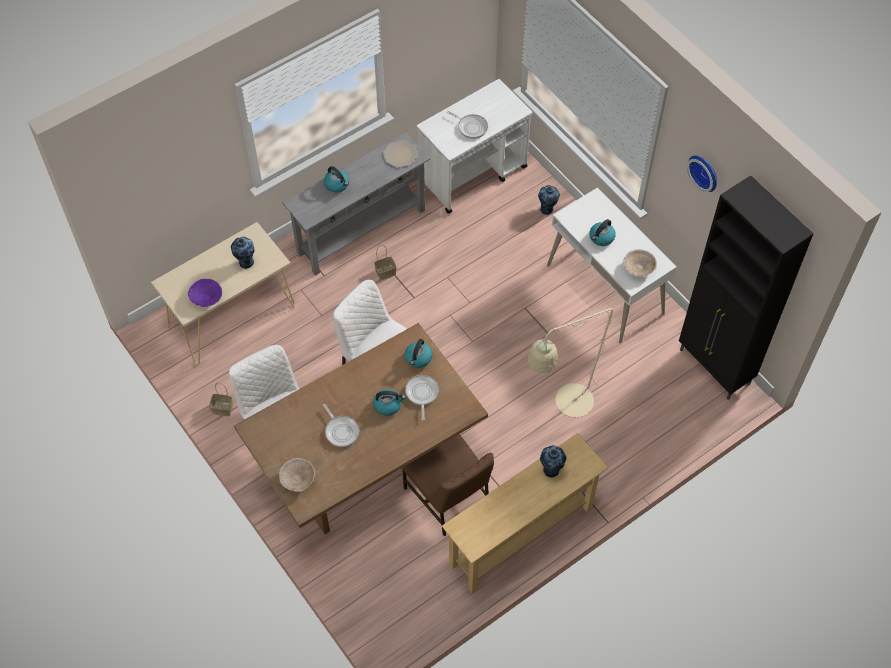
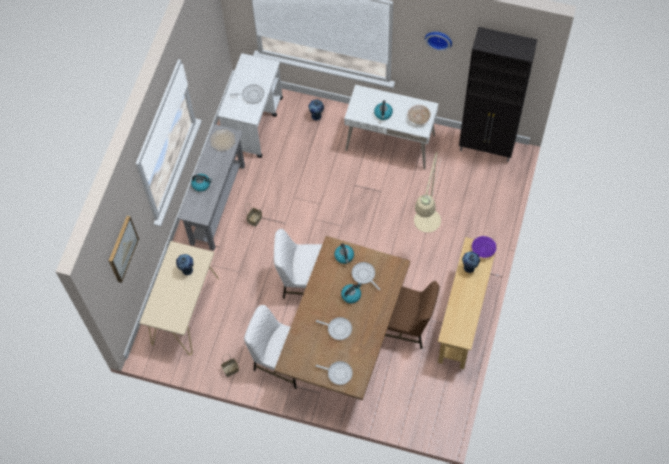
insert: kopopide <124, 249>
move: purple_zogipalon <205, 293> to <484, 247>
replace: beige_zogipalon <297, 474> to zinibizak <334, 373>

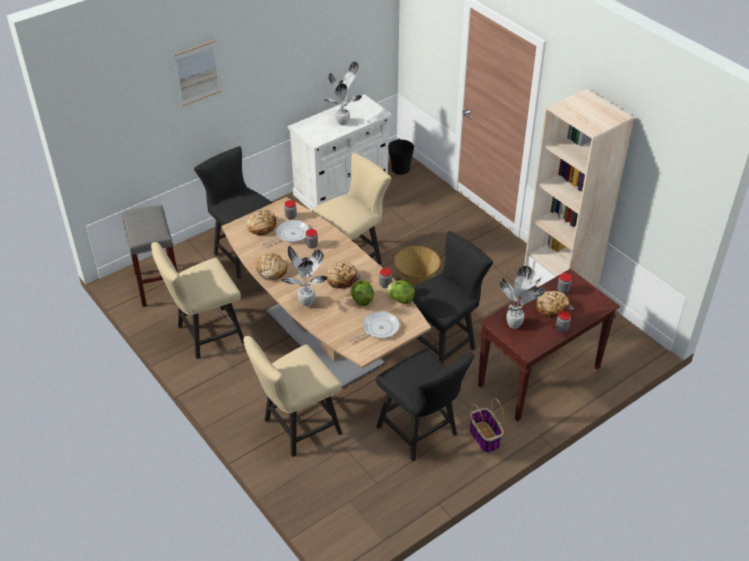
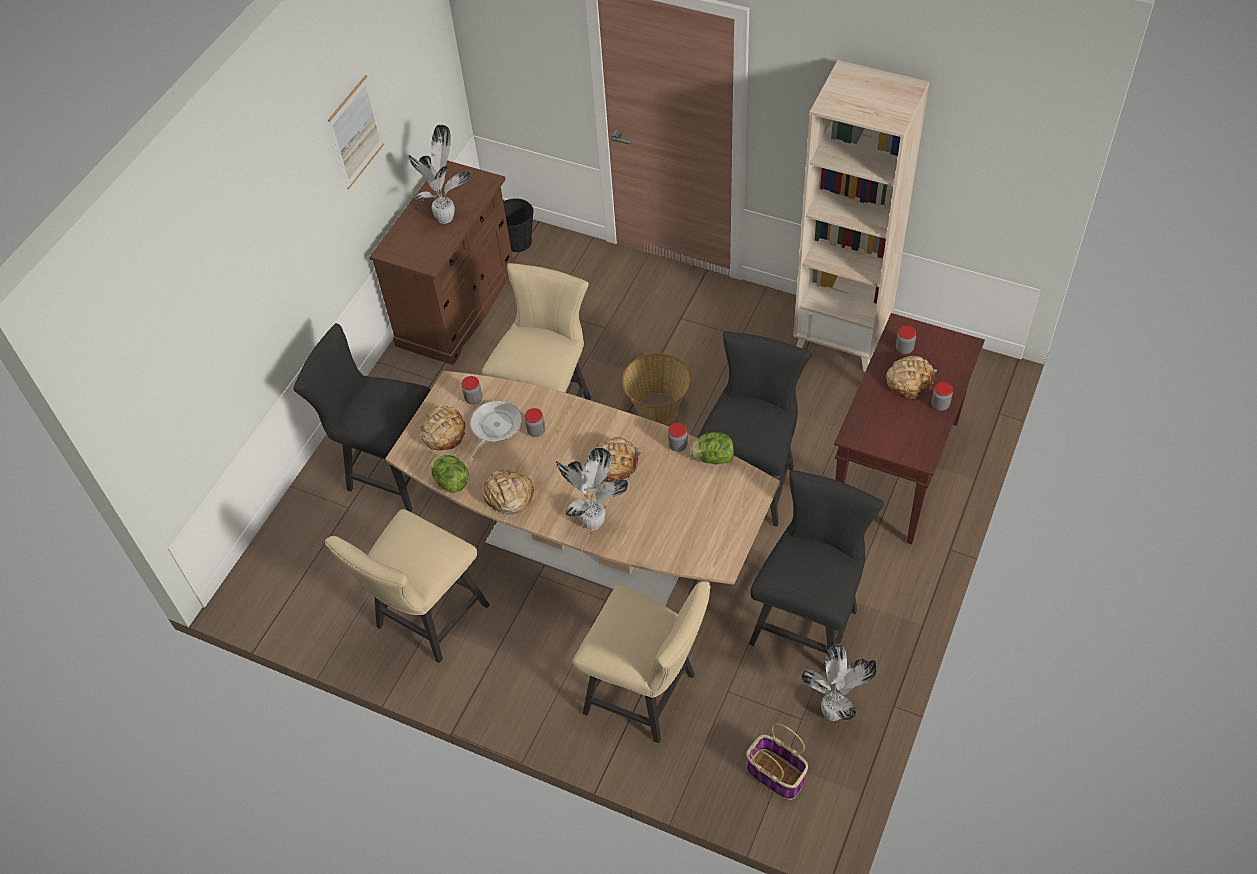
delete: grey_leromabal <150, 256>; zinibizak <374, 326>
move: kopopide <197, 73> to <356, 132>; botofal <362, 293> to <449, 474>; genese <486, 425> to <777, 761>; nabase <522, 297> to <839, 682>
recolor: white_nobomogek <340, 152> to brown_nobomogek <442, 262>
rotate: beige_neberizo <292, 396> = <641, 662> 90 degrees counterclockwise; black_neberizo <425, 405> = <817, 562> 90 degrees counterclockwise

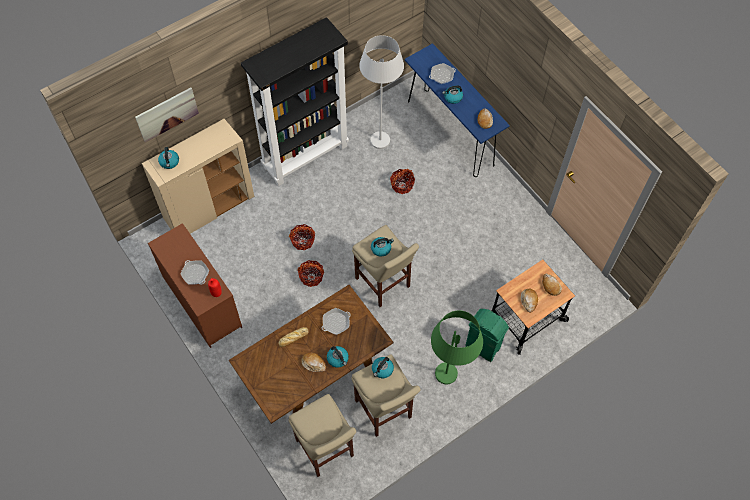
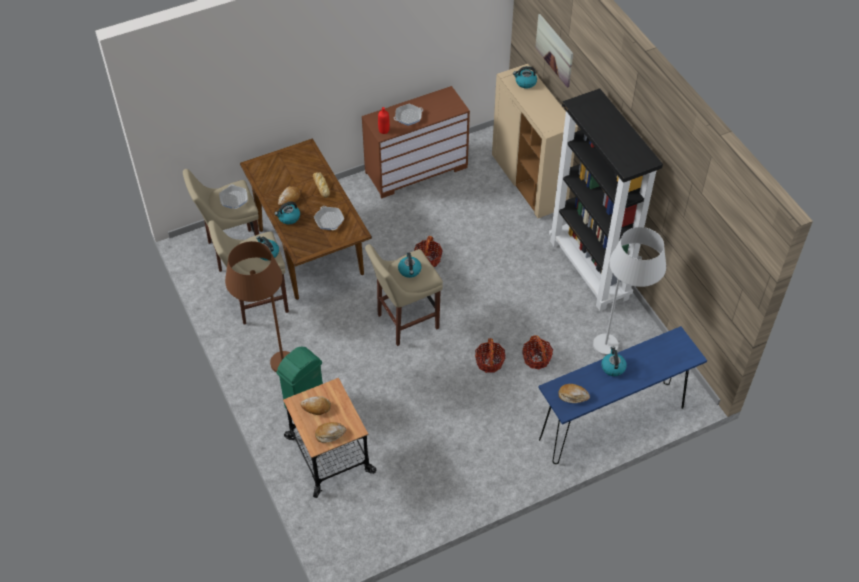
move: genese <302, 237> to <490, 355>; zinibizak <442, 73> to <233, 196>
recolor: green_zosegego <457, 347> to brown_zosegego <257, 306>

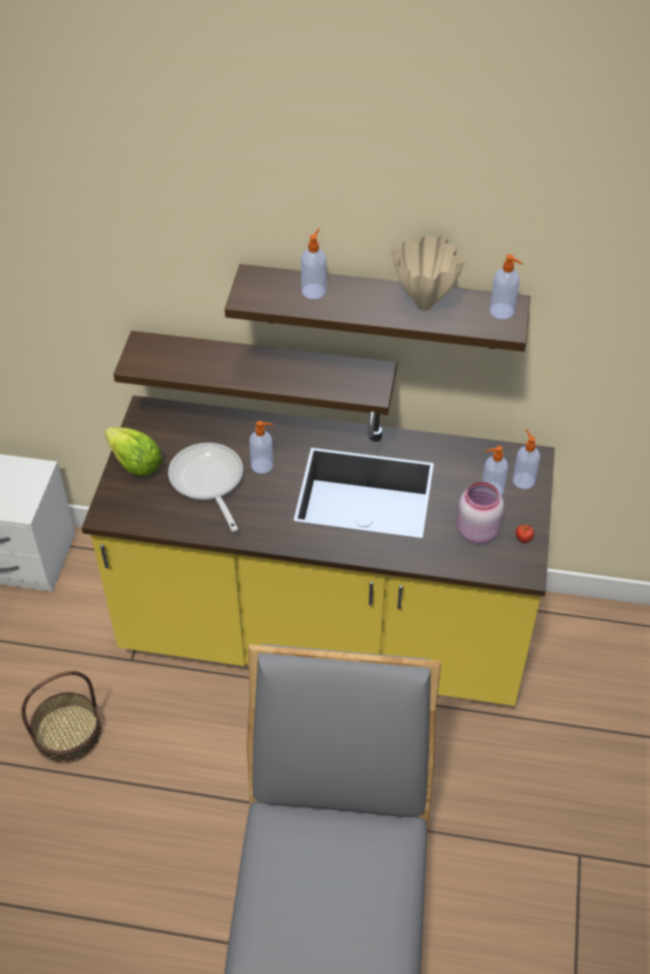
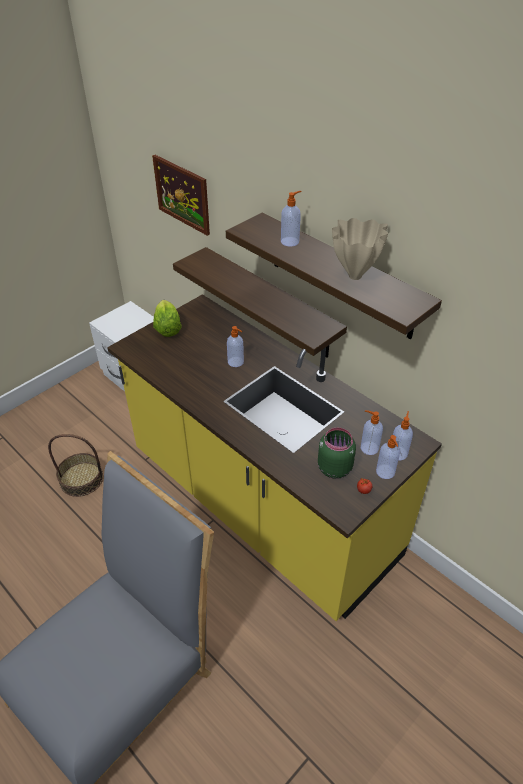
delete: zinibizak <205, 487>
insert: kopopide <181, 195>
move: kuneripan <506, 286> to <388, 457>
recolor: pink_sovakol <480, 513> to green_sovakol <337, 453>

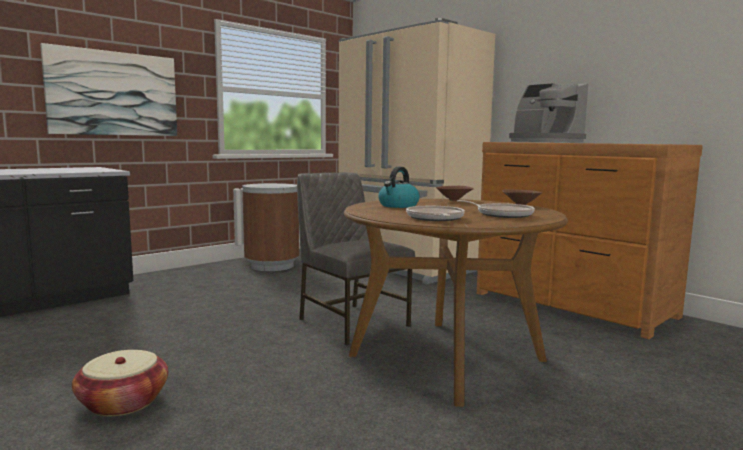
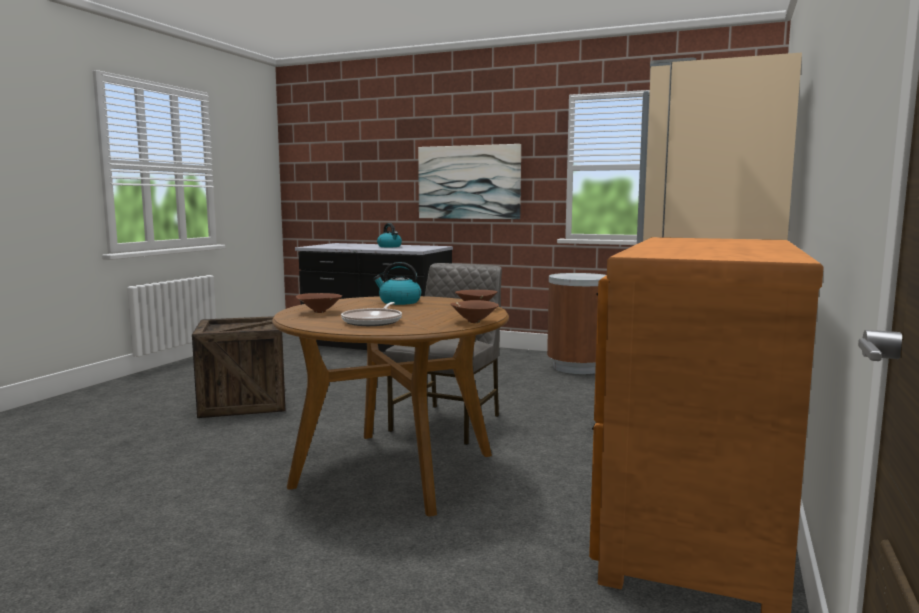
delete: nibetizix <548, 113>
insert: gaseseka <389, 235>
replace: genese <120, 383> to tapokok <238, 367>; zinibizak <435, 213> to brown_zogipalon <319, 303>

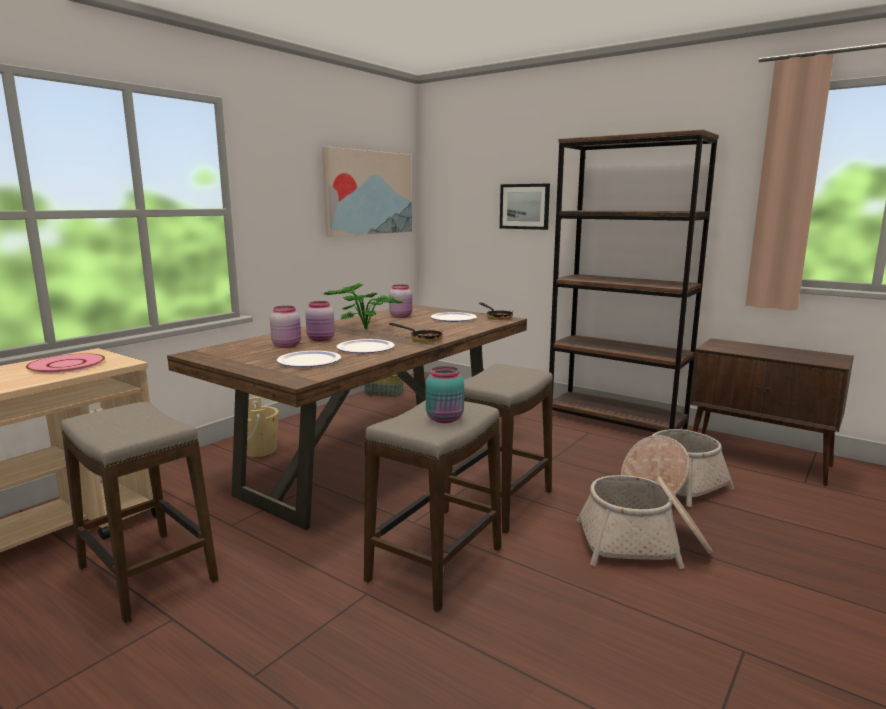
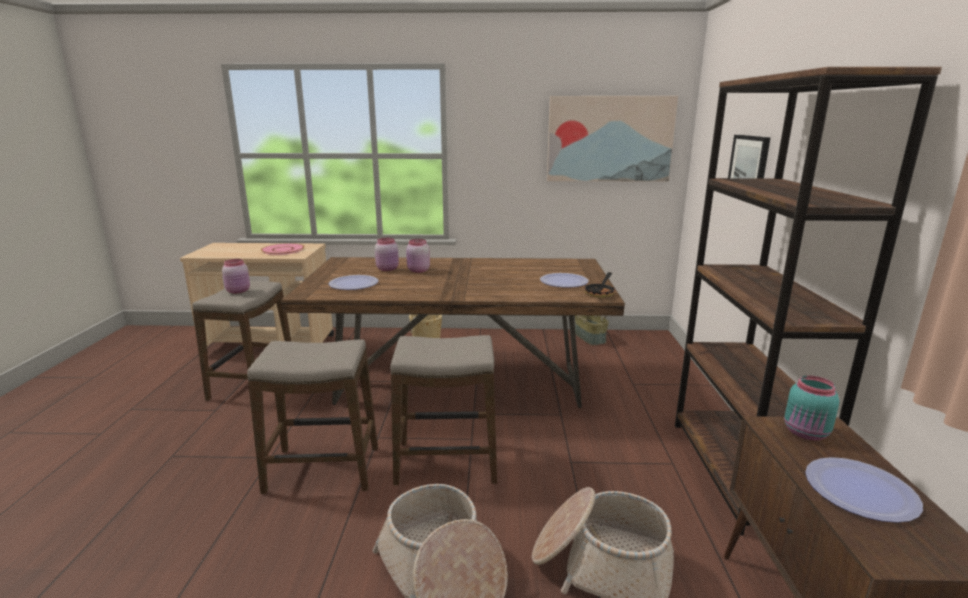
delete: nabase <363, 306>; zinibizak <416, 332>
move: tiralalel <365, 346> to <864, 490>; pink_sovakol <400, 301> to <236, 276>; turquoise_sovakol <445, 394> to <811, 408>

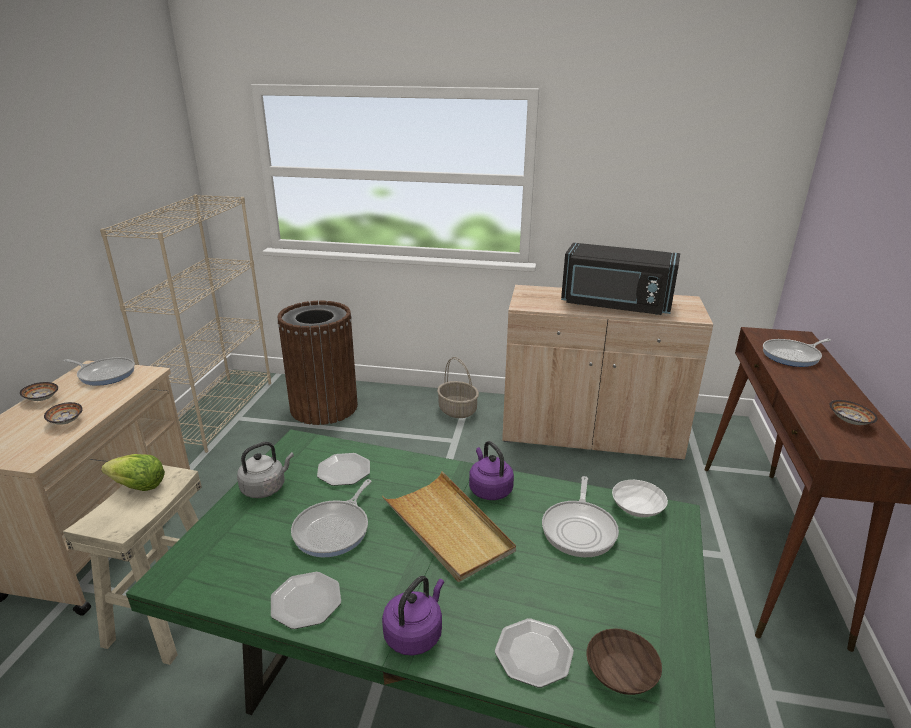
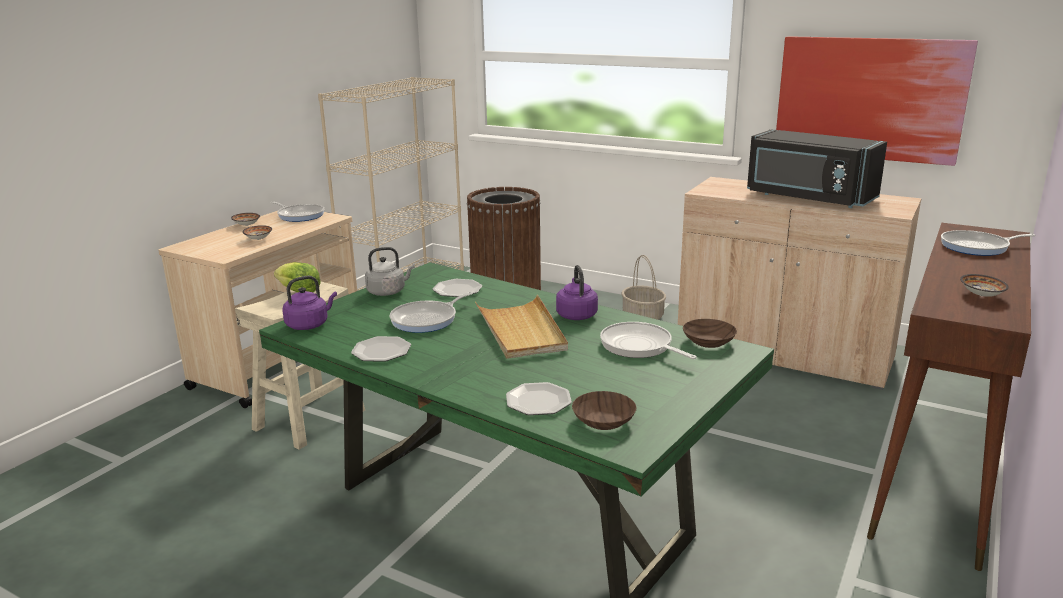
insert: kopopide <877, 101>
move: purple_gaseseka <413, 616> to <309, 303>
recolor: white_zogipalon <640, 498> to brown_zogipalon <710, 333>
rotate: zinibizak <580, 516> = <648, 340> 105 degrees clockwise

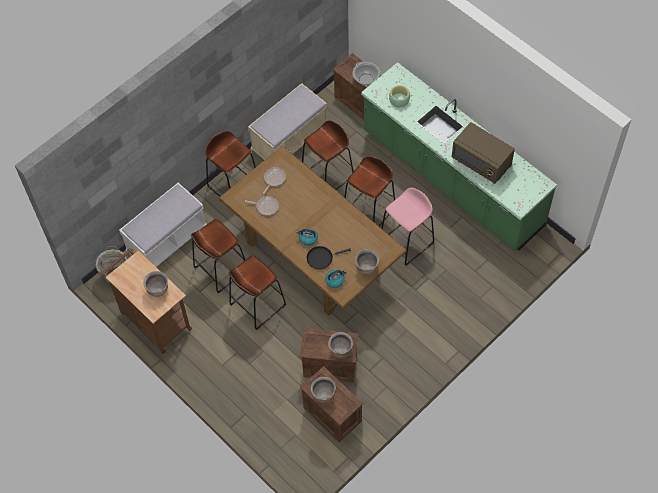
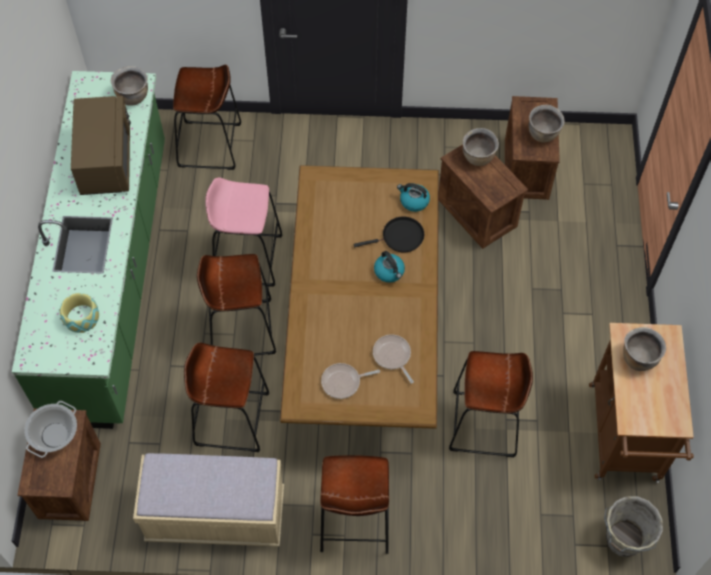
delete: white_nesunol <163, 225>
move: brown_leromabal <257, 292> to <207, 117>; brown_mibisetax <367, 262> to <129, 86>
rotate: black_zinibizak <329, 257> = <388, 235> 45 degrees counterclockwise

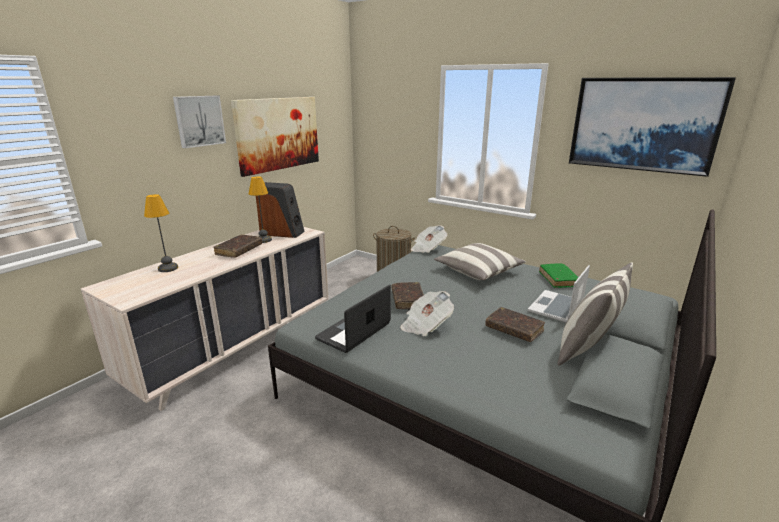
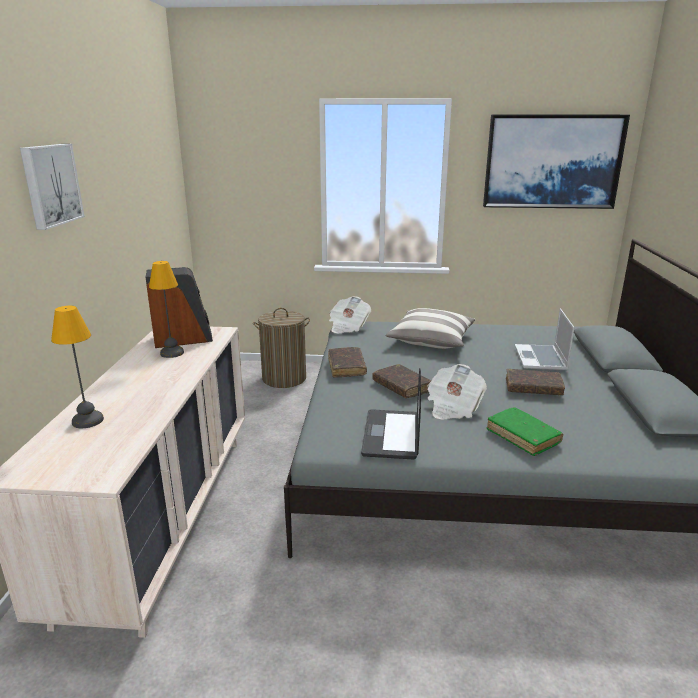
delete: kopopide <275, 137>; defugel <595, 314>
move: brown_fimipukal <237, 246> to <347, 362>; green_fimipukal <558, 275> to <524, 431>

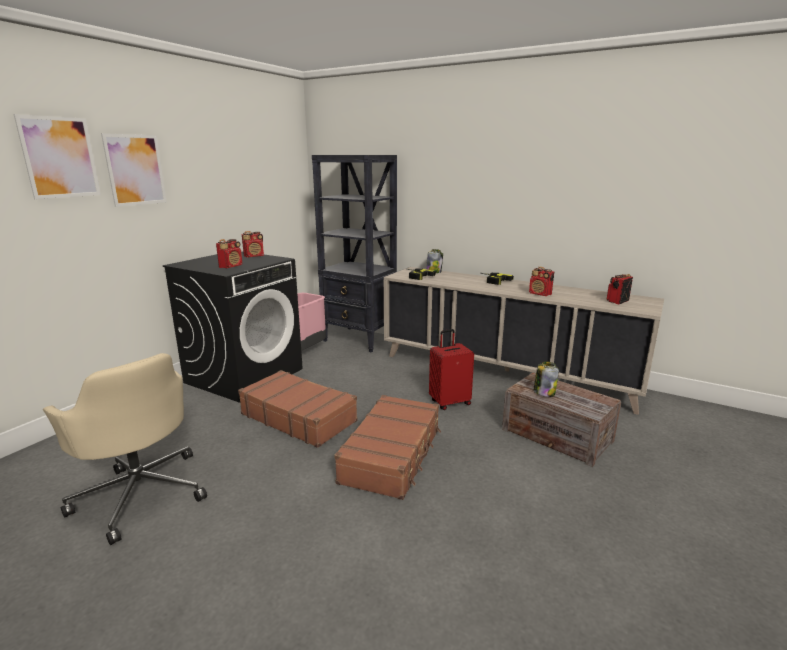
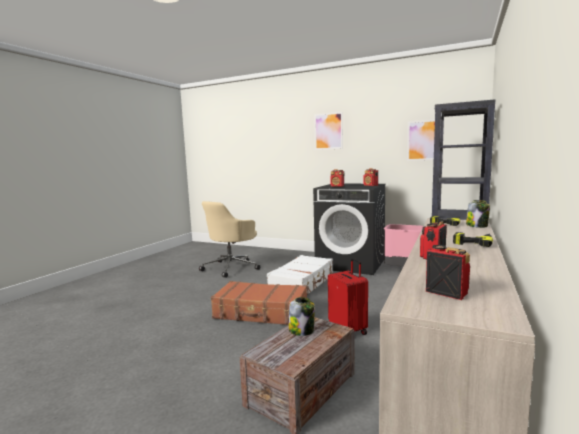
move: kopopide <57, 156> to <421, 140>
recolor: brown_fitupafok <297, 409> to white_fitupafok <300, 275>

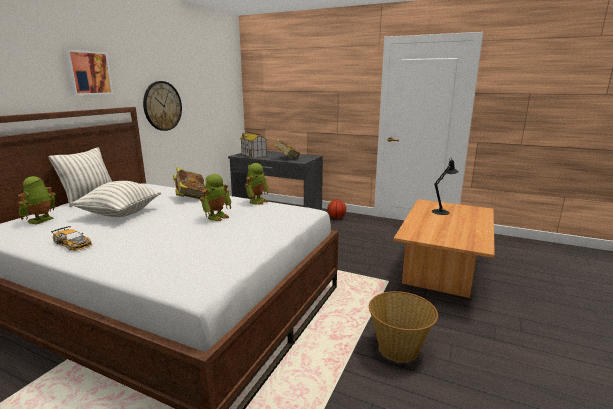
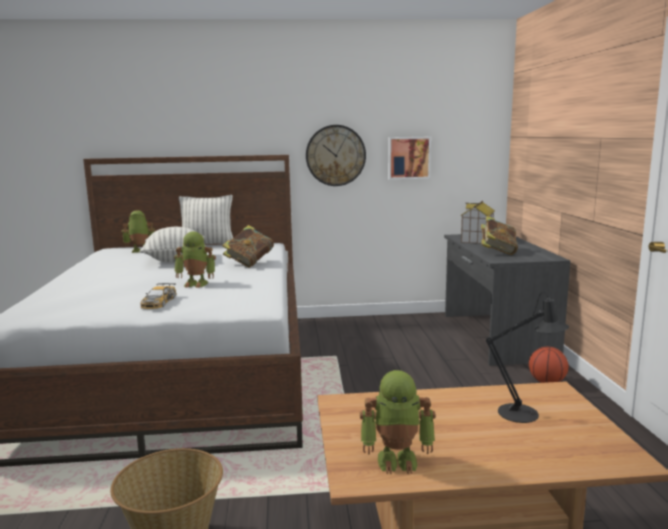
move: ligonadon <71, 238> to <159, 296>; kopopide <89, 72> to <409, 158>; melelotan <257, 184> to <397, 422>

